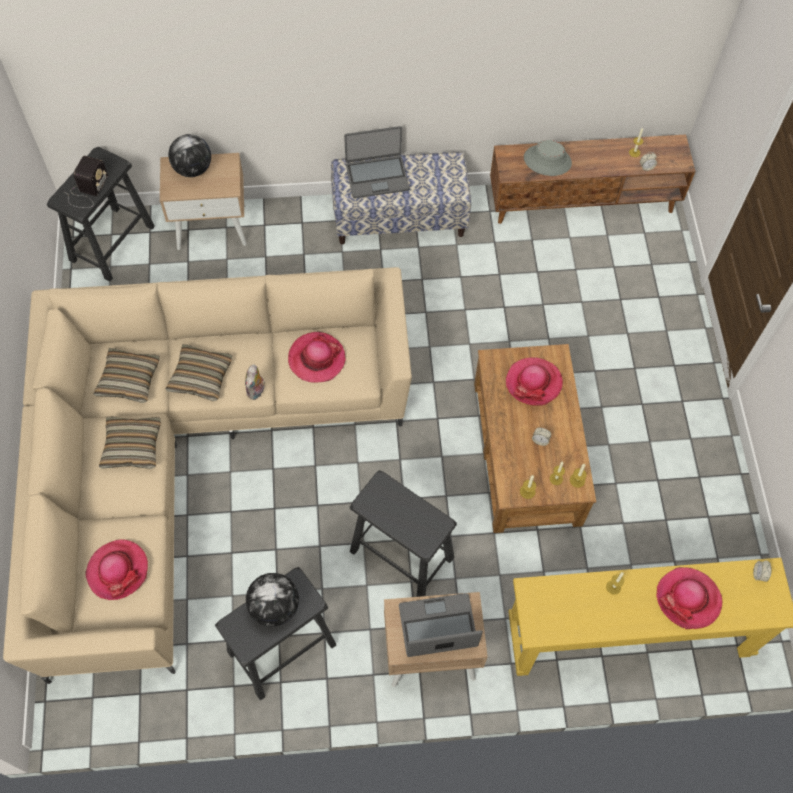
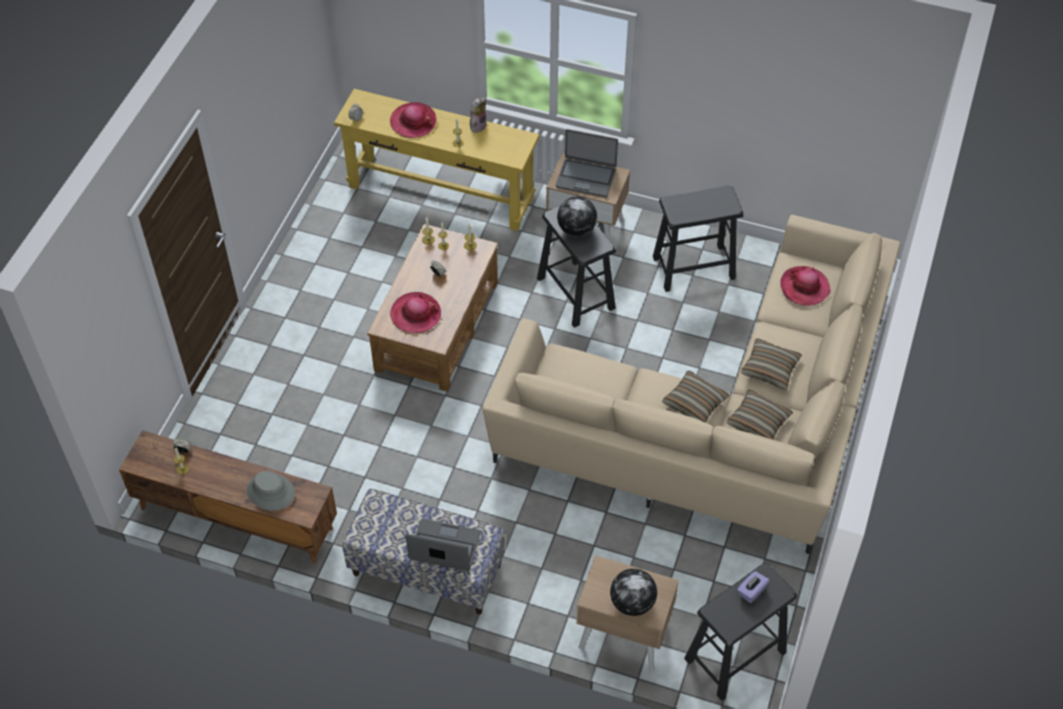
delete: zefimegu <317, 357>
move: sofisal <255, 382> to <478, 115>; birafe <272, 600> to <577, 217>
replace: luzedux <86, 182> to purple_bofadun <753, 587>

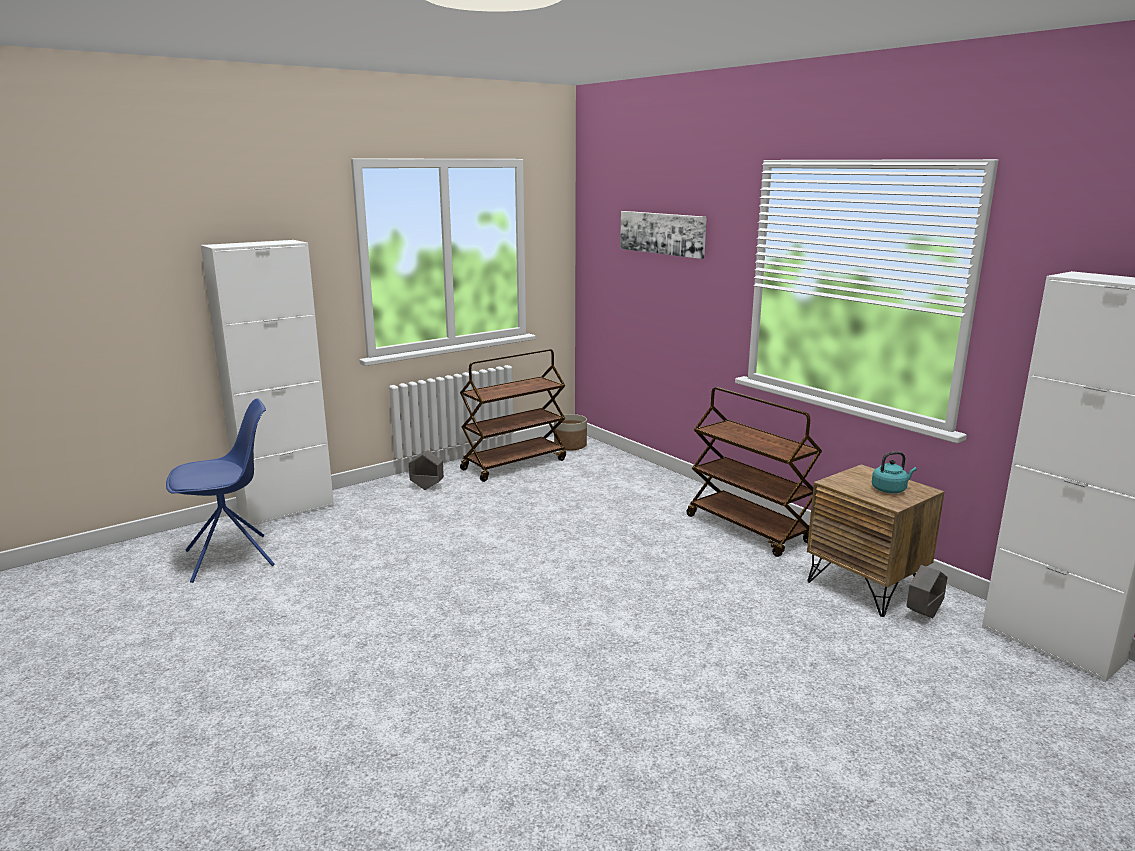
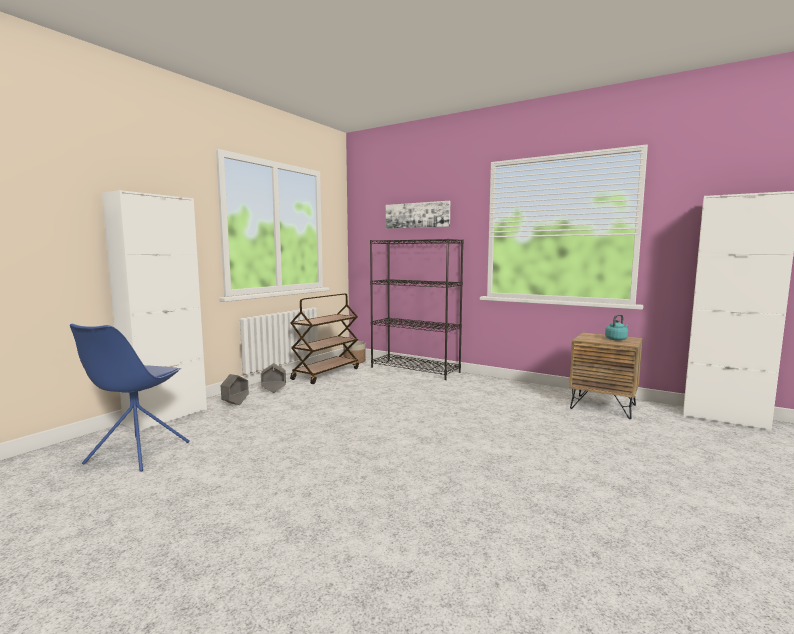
delete: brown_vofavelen <754, 472>
insert: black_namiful <417, 309>
move: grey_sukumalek <927, 591> to <235, 389>
rotate: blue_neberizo <220, 490> = <130, 398> 150 degrees clockwise

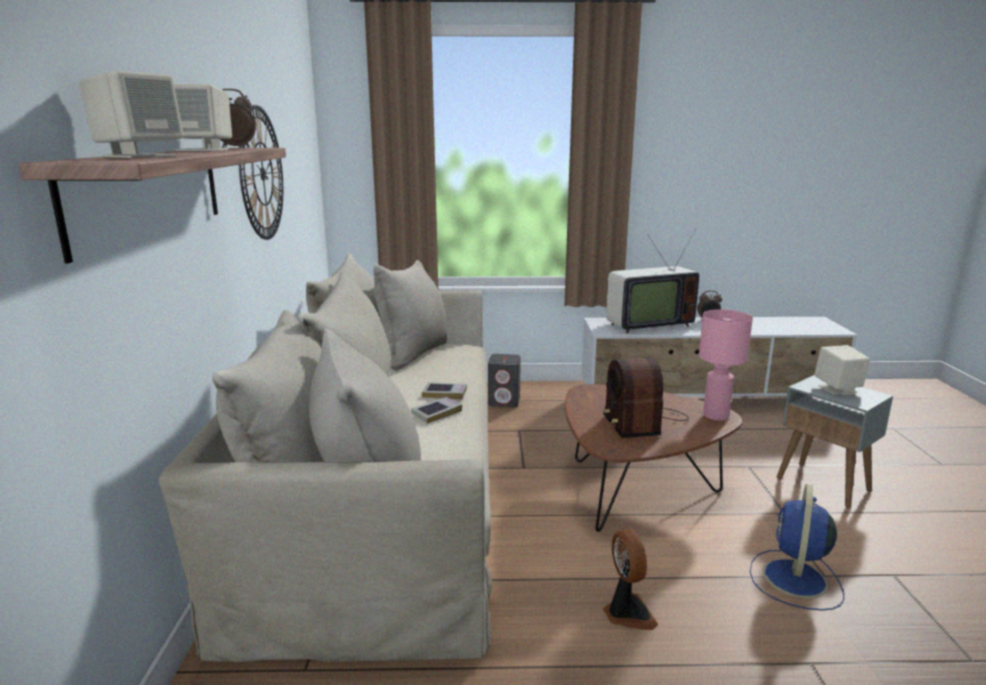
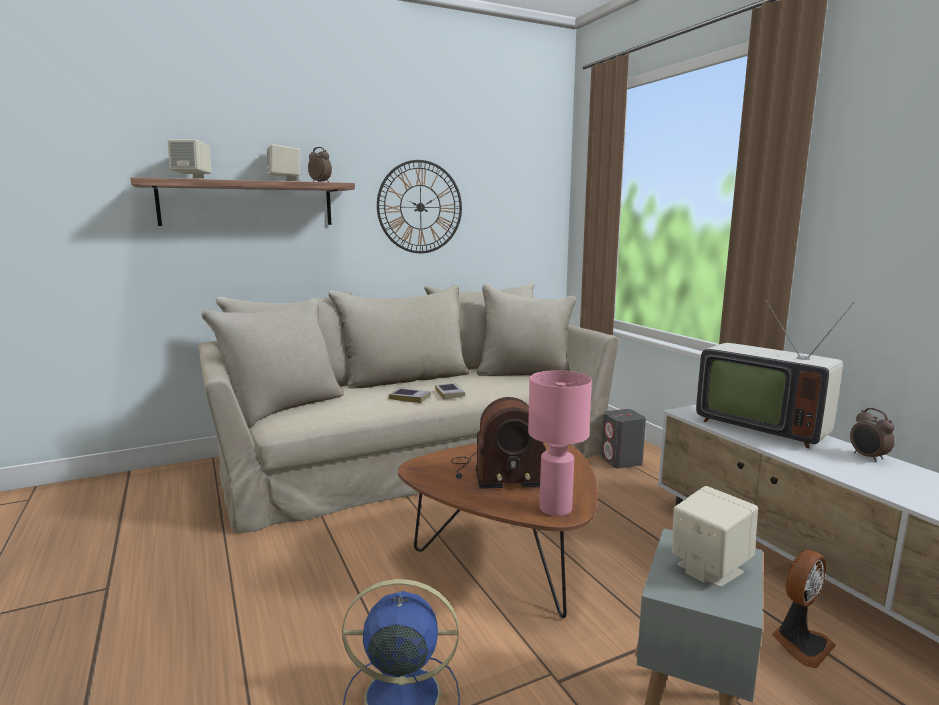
move: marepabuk <630, 579> to <804, 609>
rotate: luzedux <646, 397> = <498, 443> 150 degrees counterclockwise

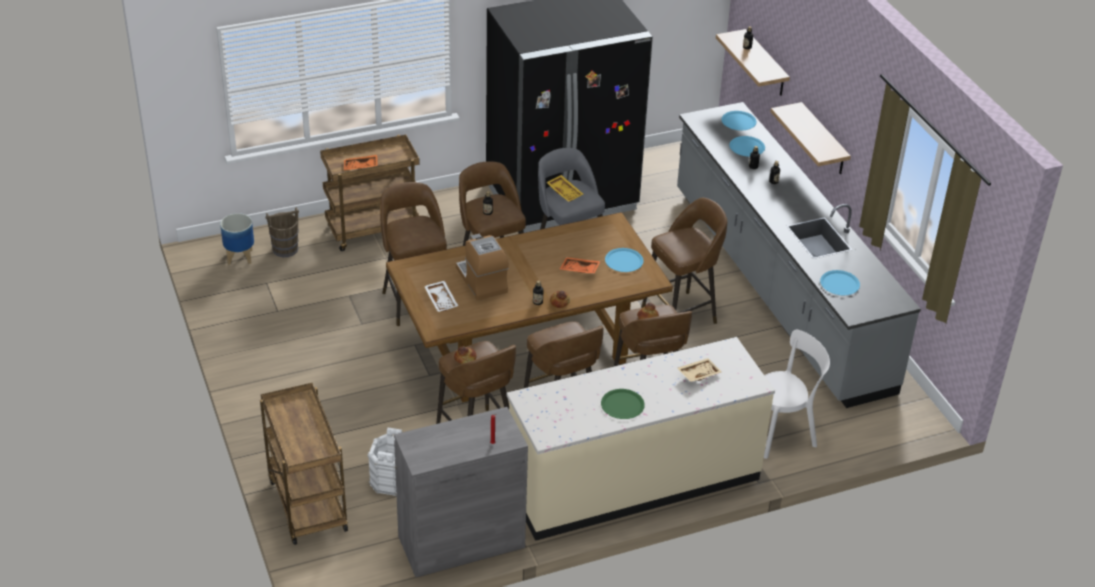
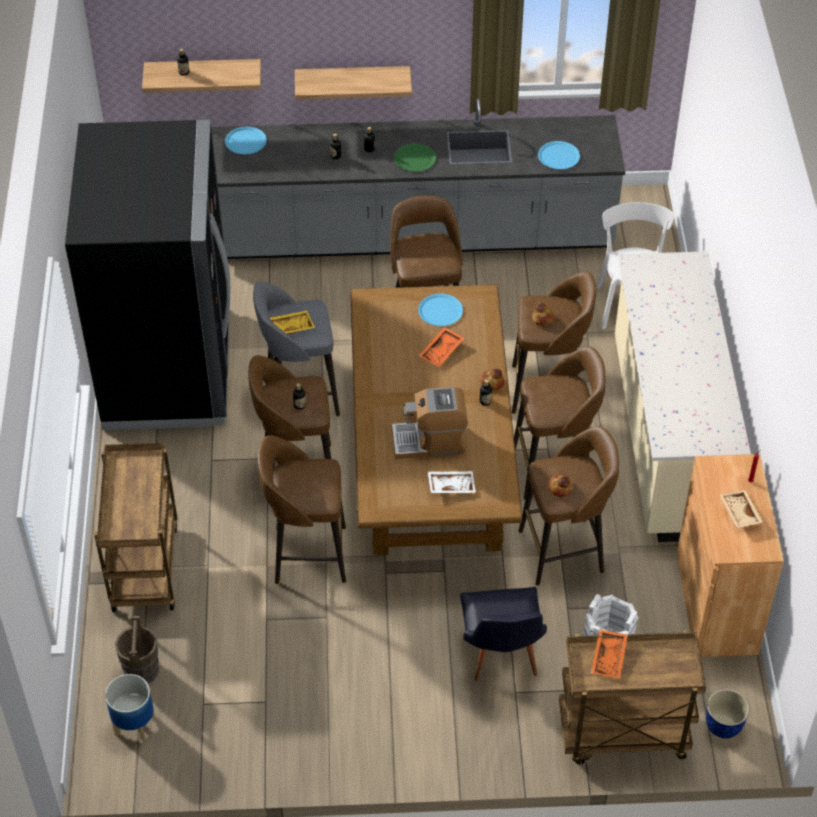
delete: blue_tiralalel <747, 146>
insert: black_neberizo <503, 634>; sukumalek <727, 713>
move: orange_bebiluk <361, 162> to <609, 654>; green_tiralalel <623, 404> to <415, 157>; beige_bebiluk <699, 370> to <741, 509>
recolor: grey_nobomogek <461, 492> to brown_nobomogek <730, 555>

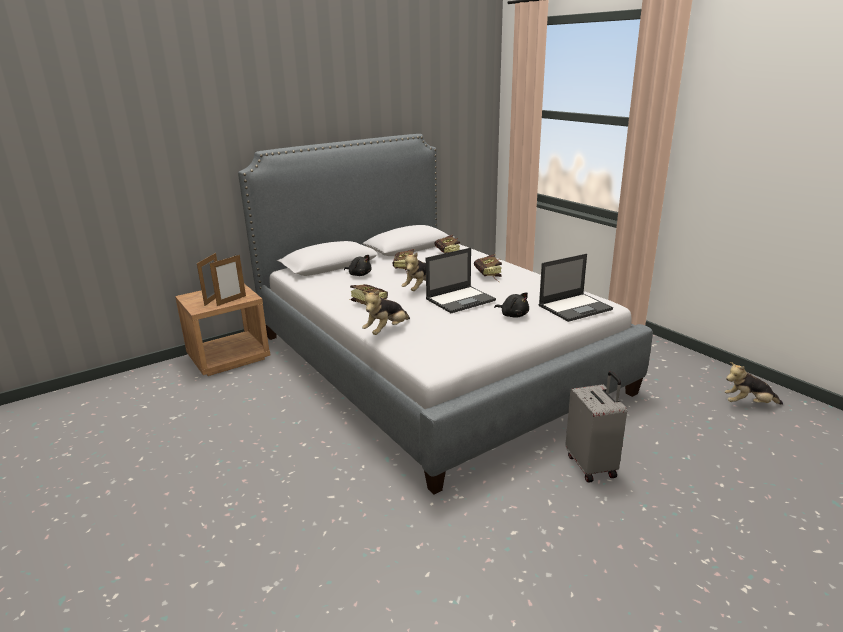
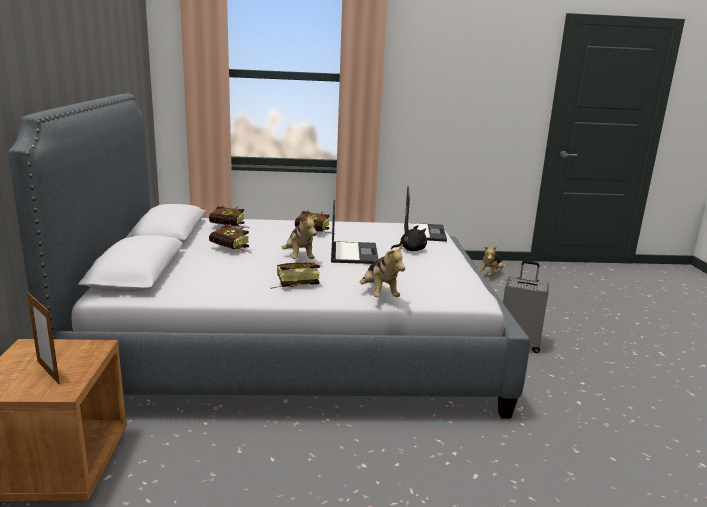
delete: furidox <227, 280>; black_sofisal <358, 265>

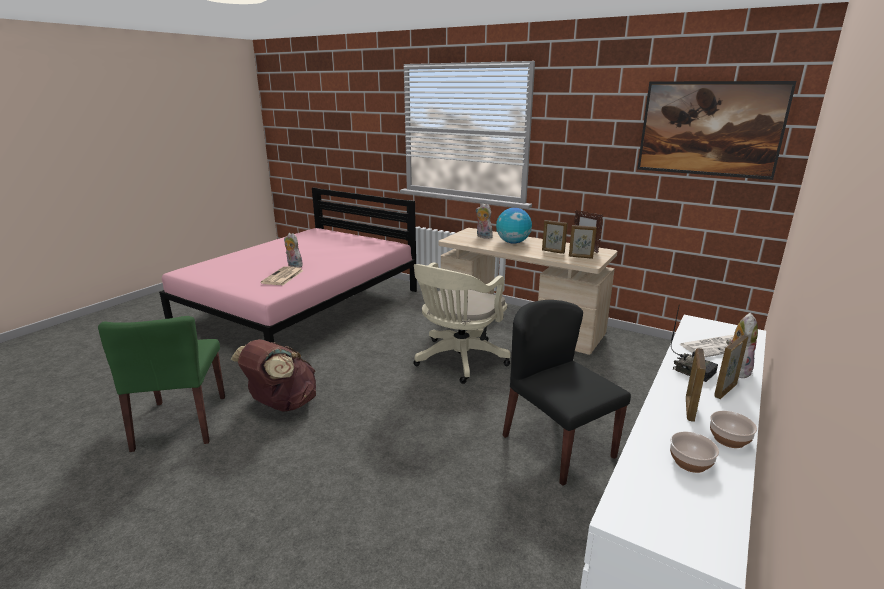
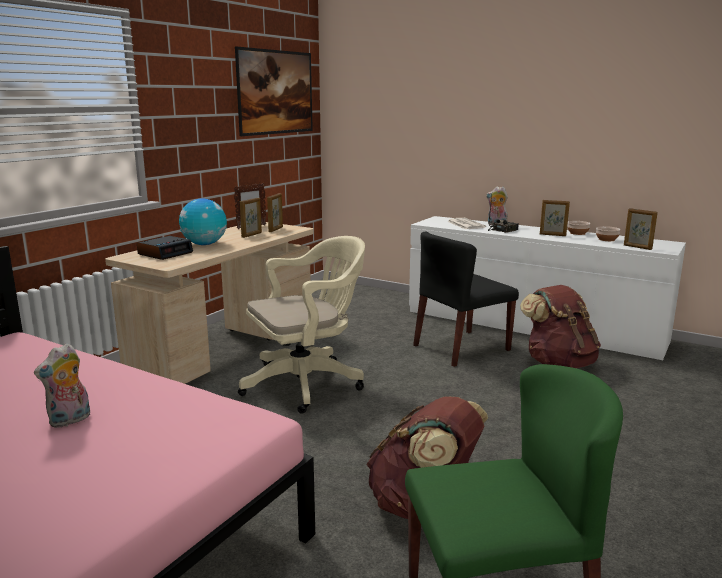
delete: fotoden <282, 275>
insert: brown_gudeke <560, 326>
move: furidox <731, 367> to <641, 229>
replace: sofisal <484, 221> to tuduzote <165, 248>
rotate: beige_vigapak <462, 323> = <301, 325> 60 degrees counterclockwise

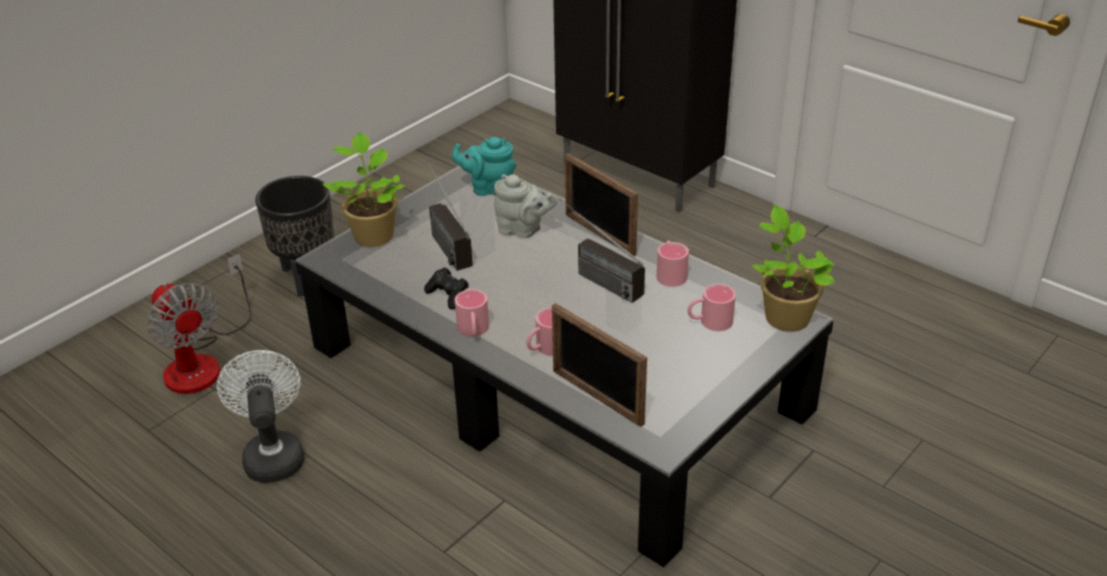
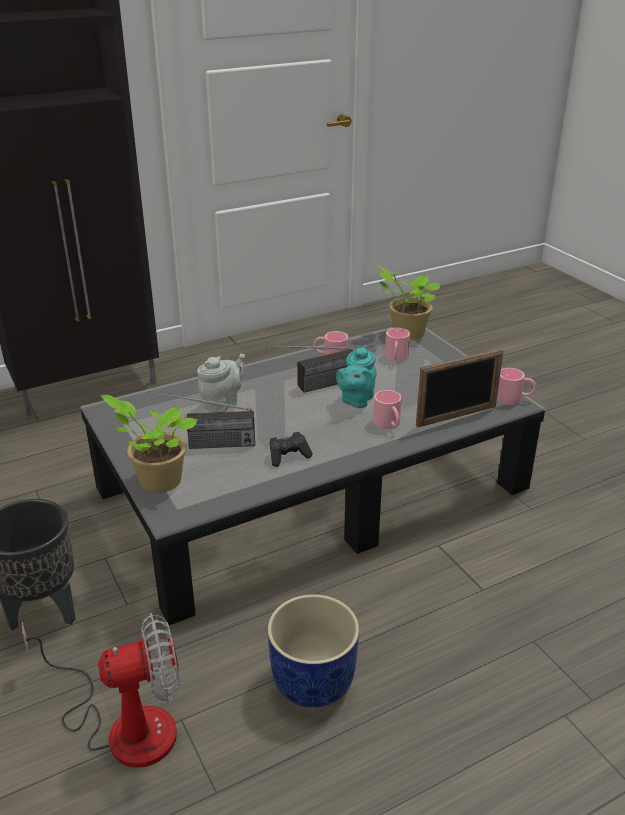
delete: furidox <601, 204>
move: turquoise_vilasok <484, 166> to <356, 376>; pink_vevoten <472, 313> to <516, 386>
replace: white_marepabuk <260, 416> to blue_sukumalek <313, 651>

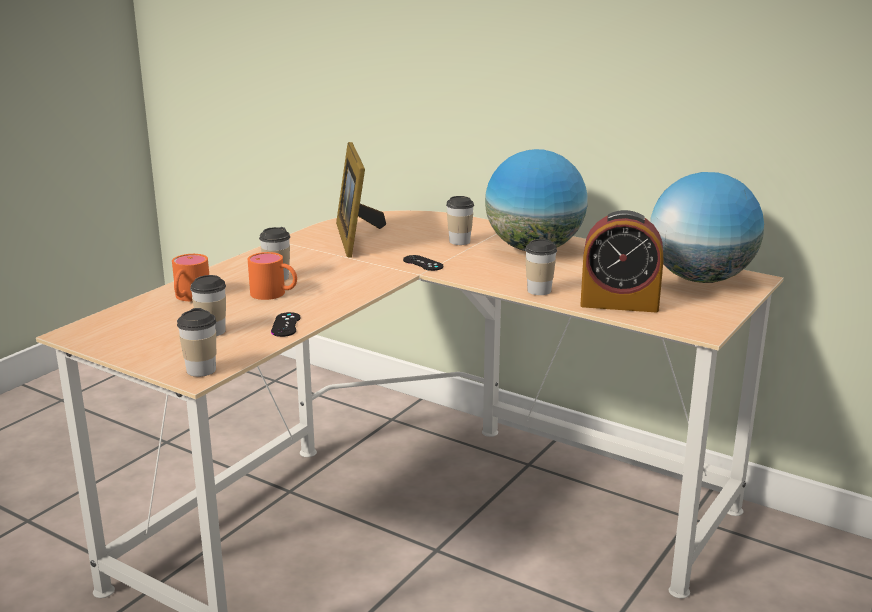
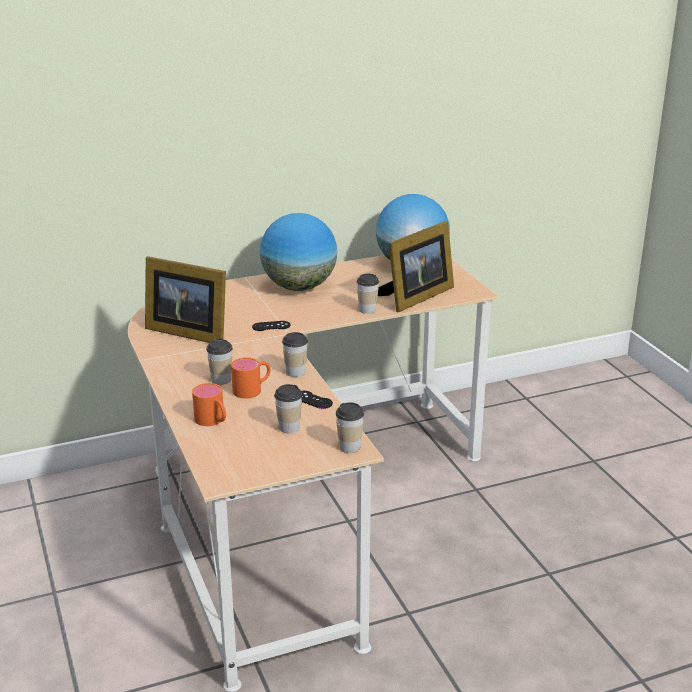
move: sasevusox <460, 220> to <295, 354>
replace: tuduzote <622, 261> to furidox <416, 266>

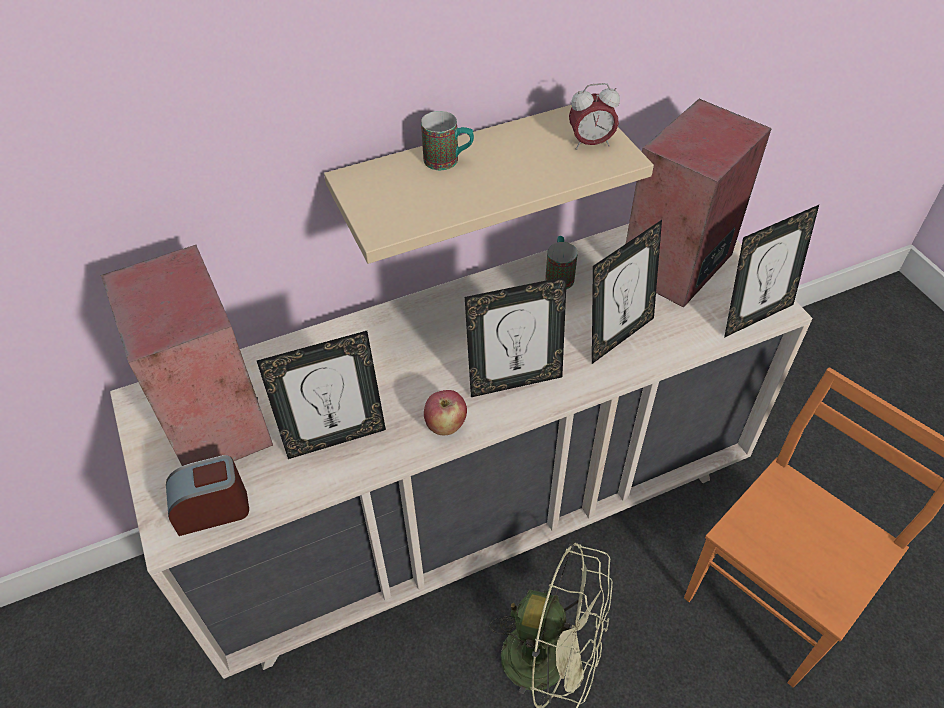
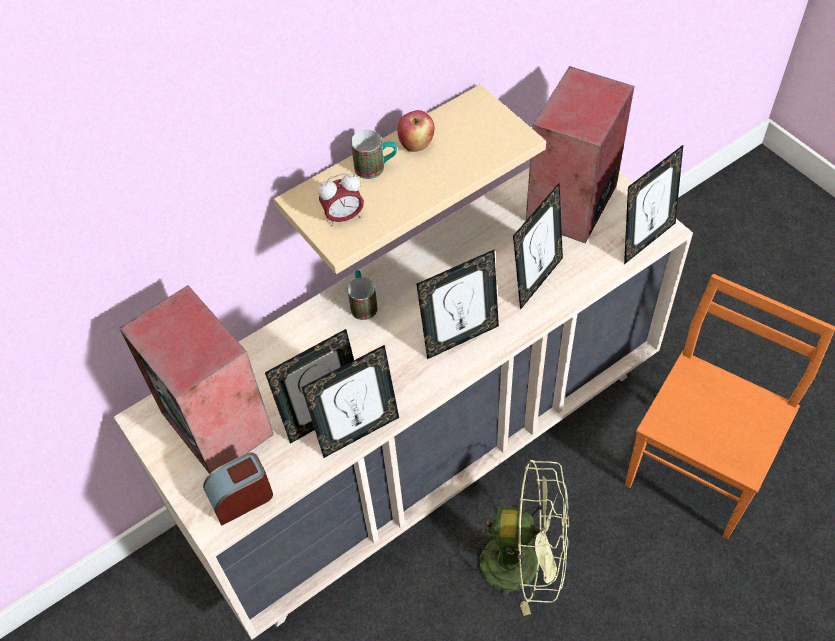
insert: furidox <350, 401>
move: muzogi <445, 412> to <416, 131>; vevoten <561, 262> to <362, 295>; tuduzote <594, 116> to <341, 200>

